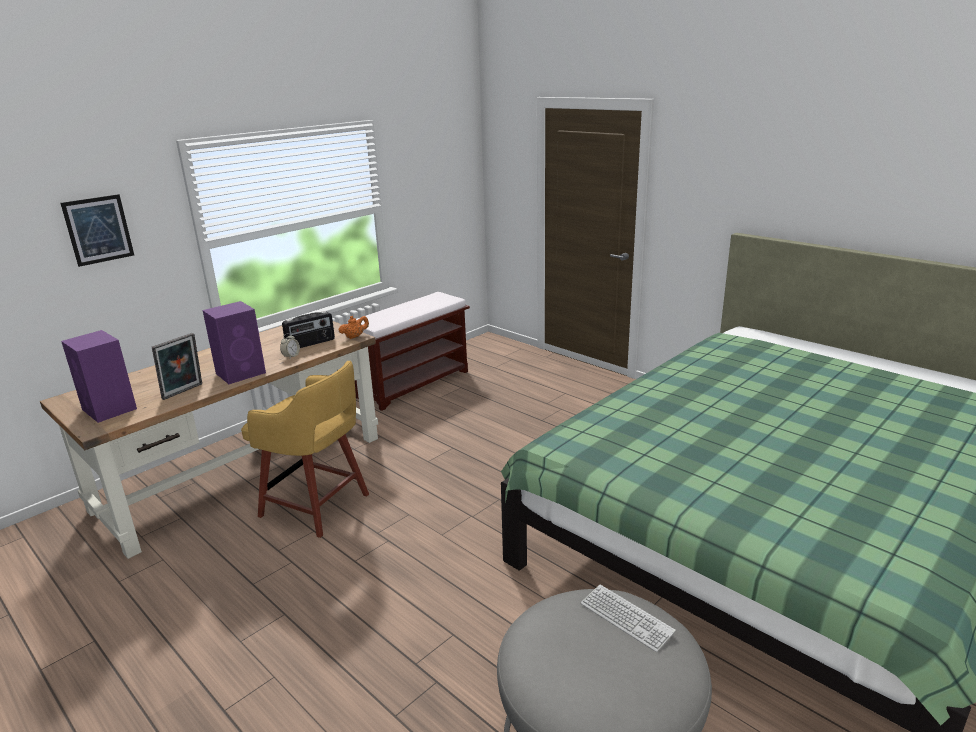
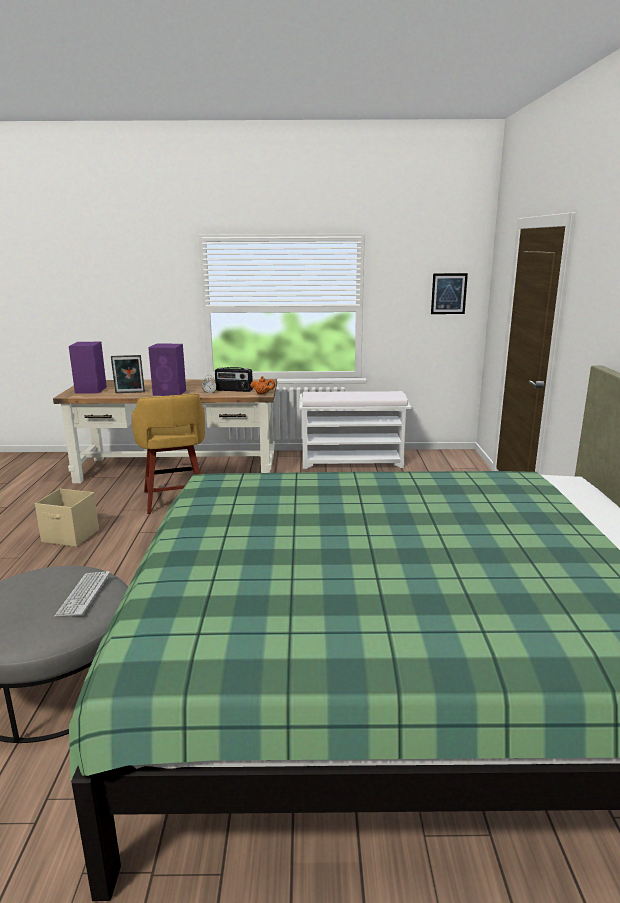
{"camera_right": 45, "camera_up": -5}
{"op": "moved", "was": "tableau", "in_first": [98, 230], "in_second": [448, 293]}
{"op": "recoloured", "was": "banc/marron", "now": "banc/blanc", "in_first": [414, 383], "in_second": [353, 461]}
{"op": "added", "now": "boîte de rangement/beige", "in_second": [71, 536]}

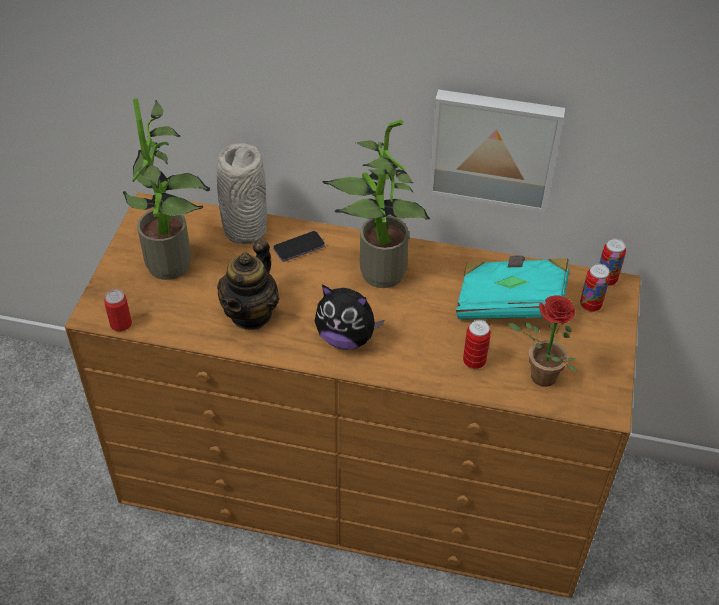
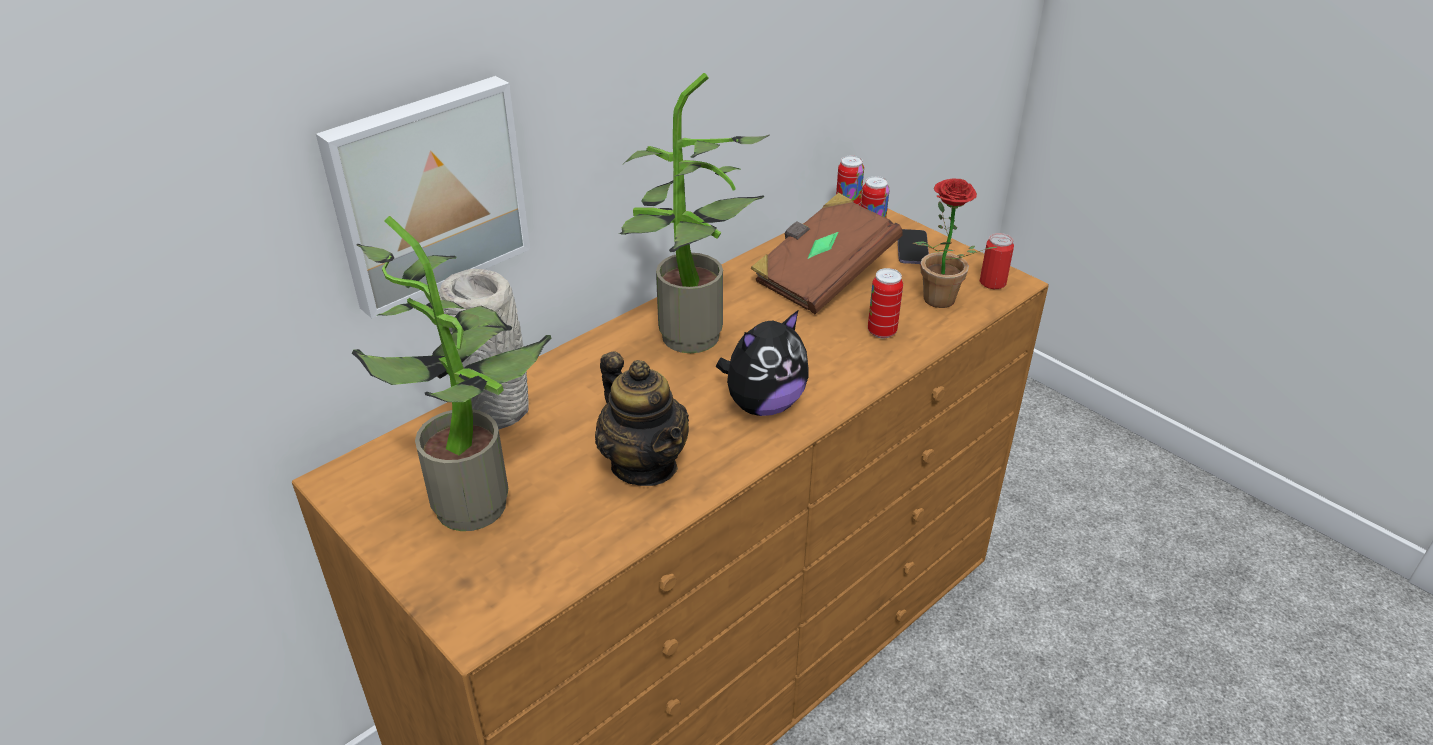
{"camera_right": -55, "camera_up": -10}
{"op": "moved", "was": "tableau", "in_first": [494, 147], "in_second": [427, 193]}
{"op": "moved", "was": "téléphone", "in_first": [299, 247], "in_second": [912, 249]}
{"op": "recoloured", "was": "livre/turquoise", "now": "livre/marron", "in_first": [510, 303], "in_second": [822, 276]}
{"op": "moved", "was": "boîte métallique", "in_first": [121, 324], "in_second": [992, 282]}

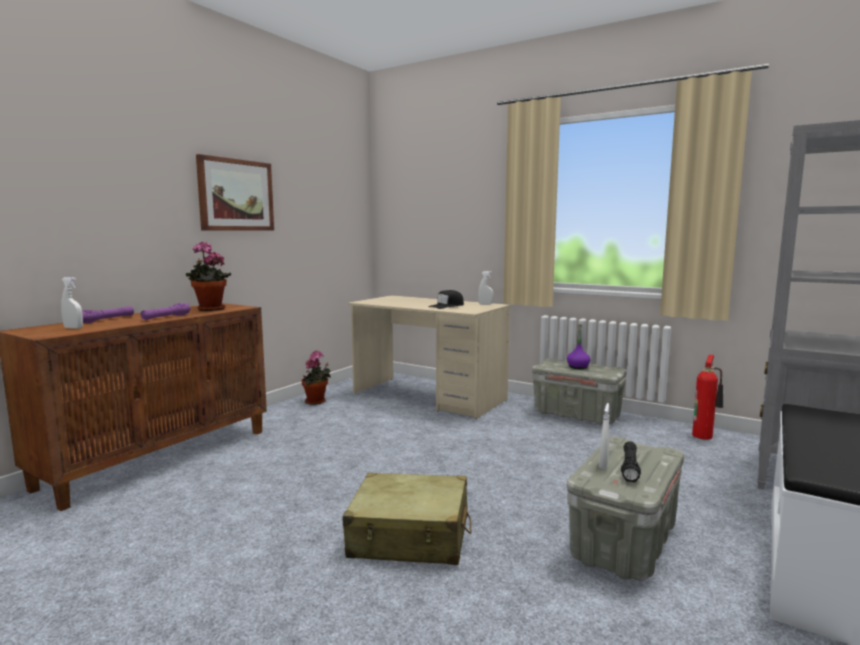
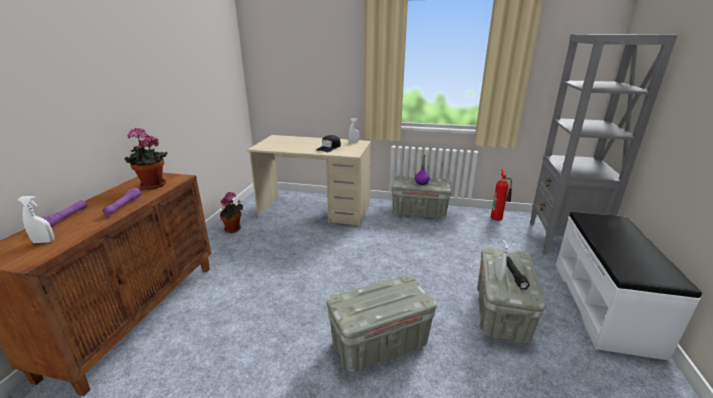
{"camera_right": -20, "camera_up": 15}
{"op": "removed", "was": "tableau", "in_first": [236, 195]}
{"op": "replaced", "was": "valise/beige", "now": "boîte de rangement/gris", "in_first": [410, 536], "in_second": [380, 343]}

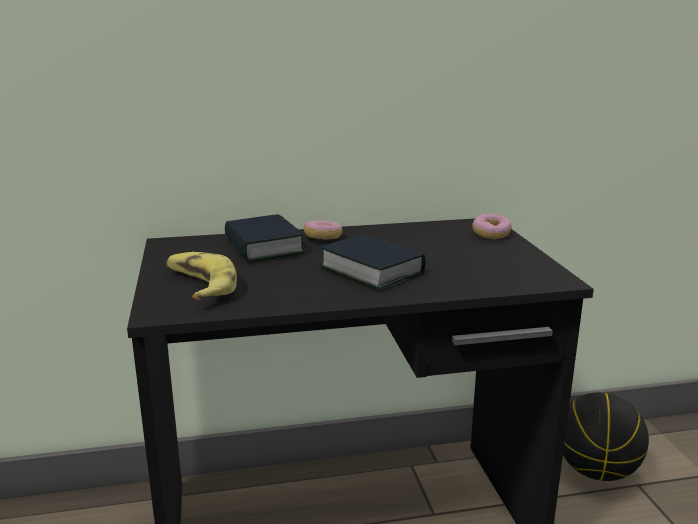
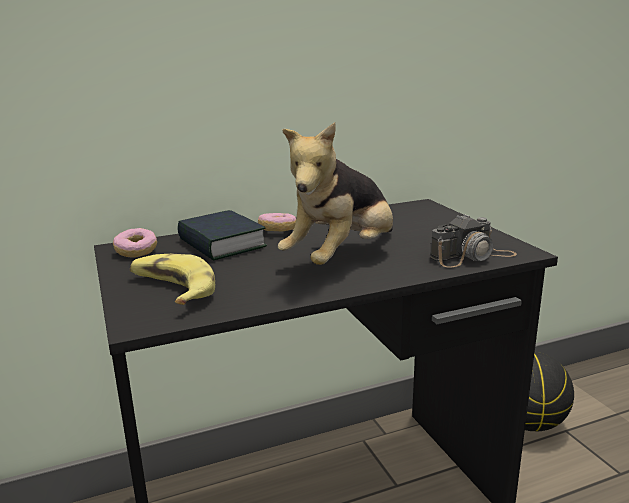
{"camera_right": -10, "camera_up": 0}
{"op": "moved", "was": "beignet", "in_first": [491, 234], "in_second": [136, 252]}
{"op": "replaced", "was": "livre", "now": "peluche", "in_first": [372, 271], "in_second": [342, 258]}
{"op": "added", "now": "appareil photo", "in_second": [473, 256]}

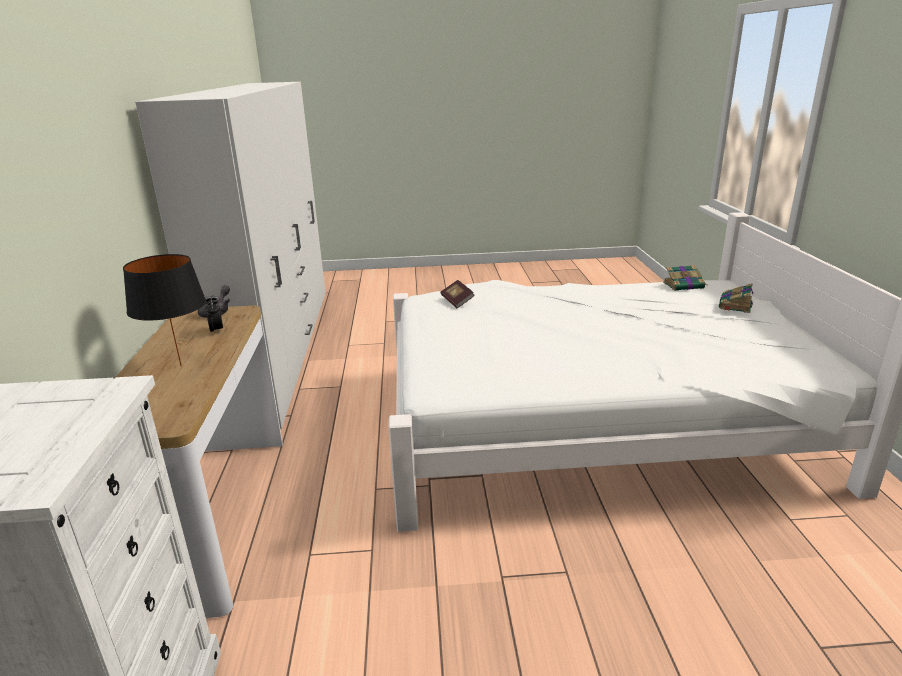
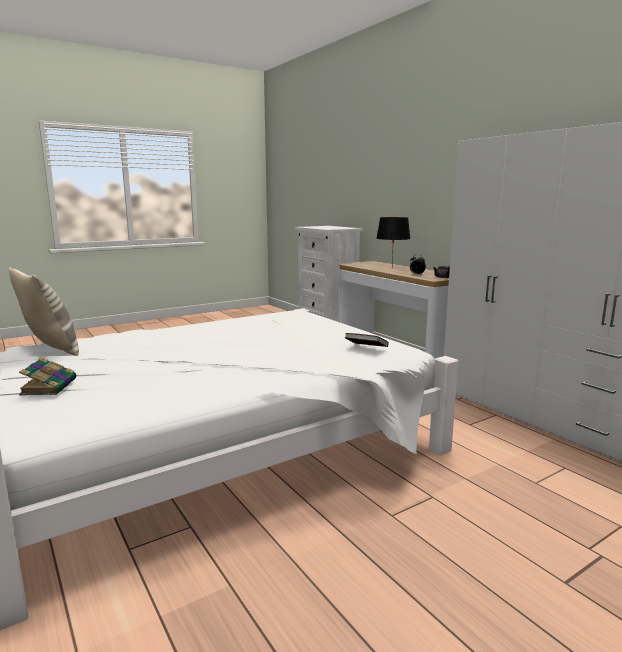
{"camera_right": 150, "camera_up": -10}
{"op": "removed", "was": "livre", "in_first": [684, 285]}
{"op": "added", "now": "coussin", "in_second": [51, 349]}

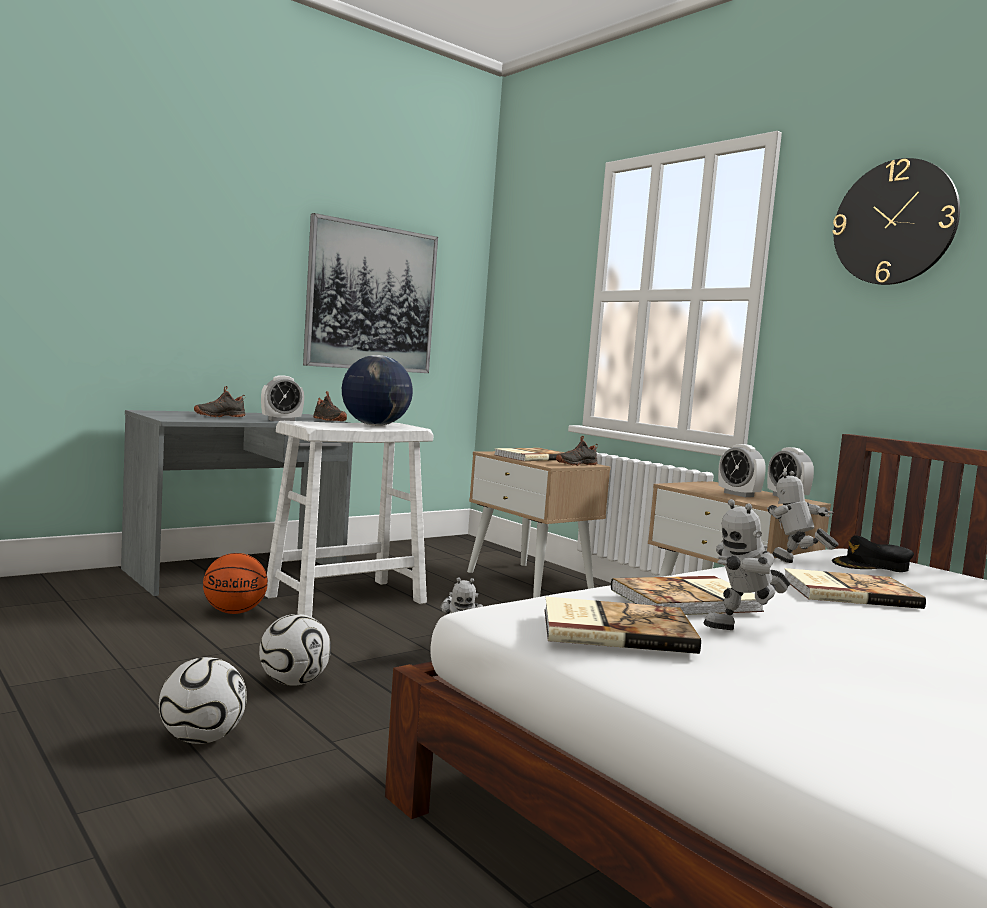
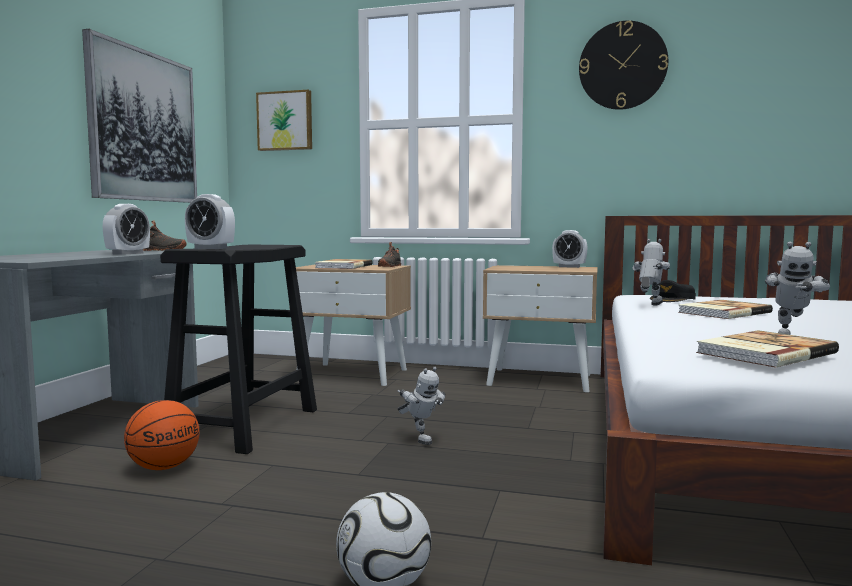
{"camera_right": -35, "camera_up": 0}
{"op": "removed", "was": "globe", "in_first": [375, 425]}
{"op": "removed", "was": "chaussure/noir", "in_first": [219, 416]}
{"op": "recoloured", "was": "tabouret/blanc", "now": "tabouret/noir", "in_first": [344, 599], "in_second": [244, 426]}
{"op": "moved", "was": "réveil", "in_first": [738, 494], "in_second": [210, 248]}
{"op": "turned", "was": "robot jouet", "in_first": [794, 565], "in_second": [649, 305], "clockwise": 105}
{"op": "removed", "was": "livre", "in_first": [688, 601]}
{"op": "removed", "was": "ballon de foot", "in_first": [293, 682]}
{"op": "added", "now": "tableau", "in_second": [285, 121]}

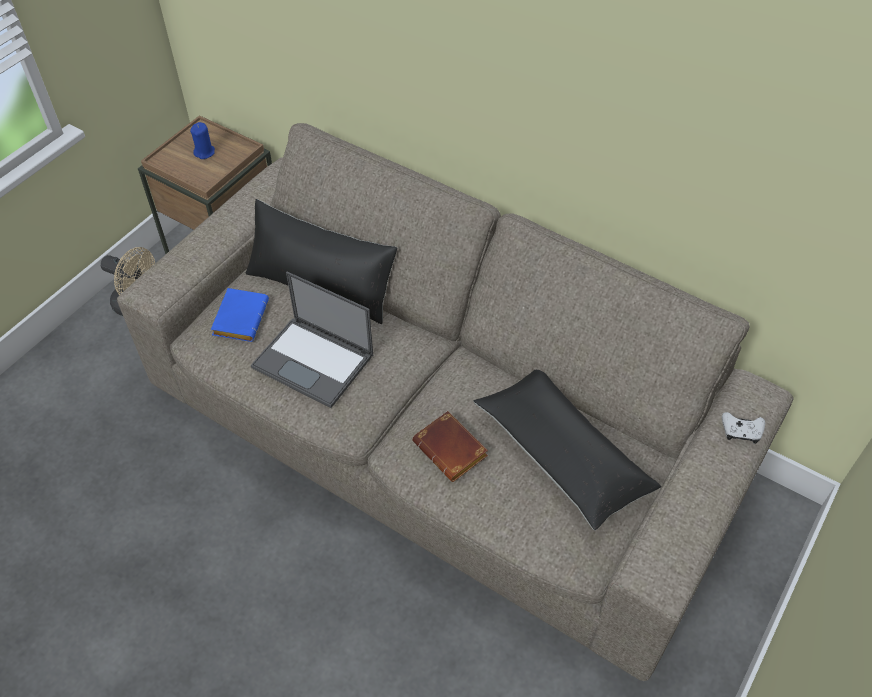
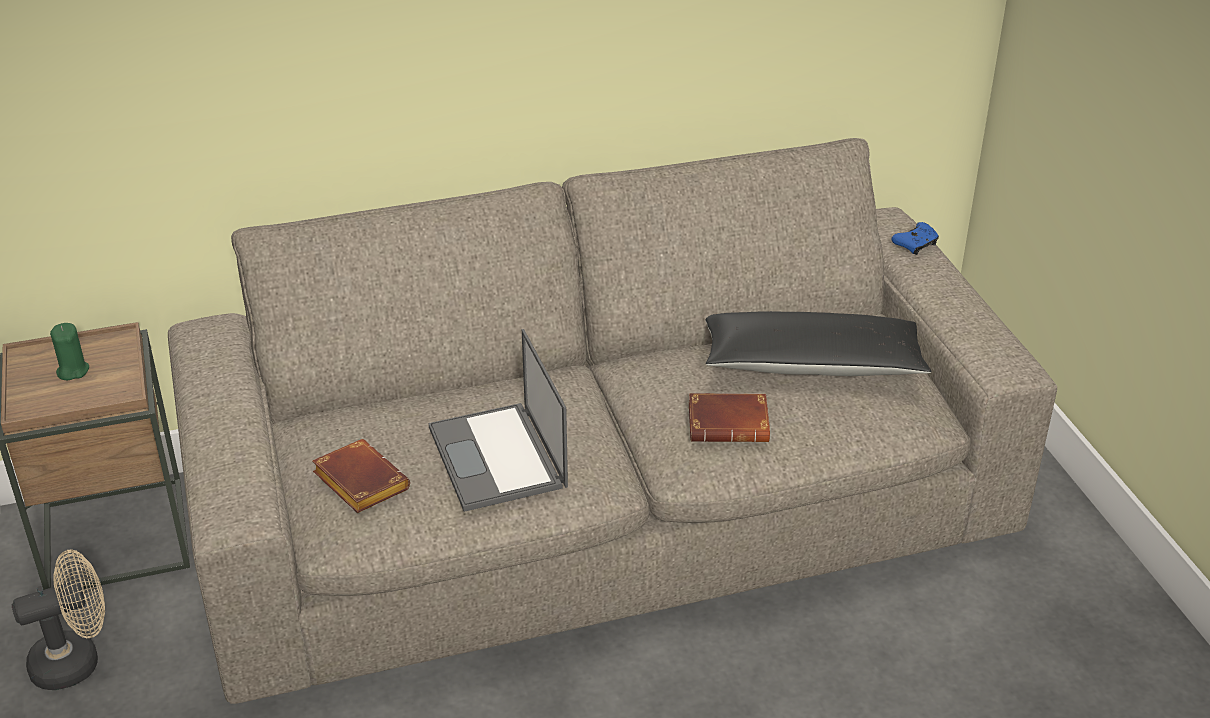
{"camera_right": -50, "camera_up": -15}
{"op": "recoloured", "was": "bougie/bleu", "now": "bougie/vert", "in_first": [204, 152], "in_second": [72, 371]}
{"op": "removed", "was": "coussin/noir", "in_first": [321, 285]}
{"op": "turned", "was": "ordinateur portable", "in_first": [314, 361], "in_second": [498, 458], "clockwise": 90}
{"op": "recoloured", "was": "livre/bleu", "now": "livre/marron", "in_first": [239, 317], "in_second": [357, 482]}
{"op": "recoloured", "was": "manette/blanc", "now": "manette/bleu", "in_first": [741, 432], "in_second": [916, 245]}

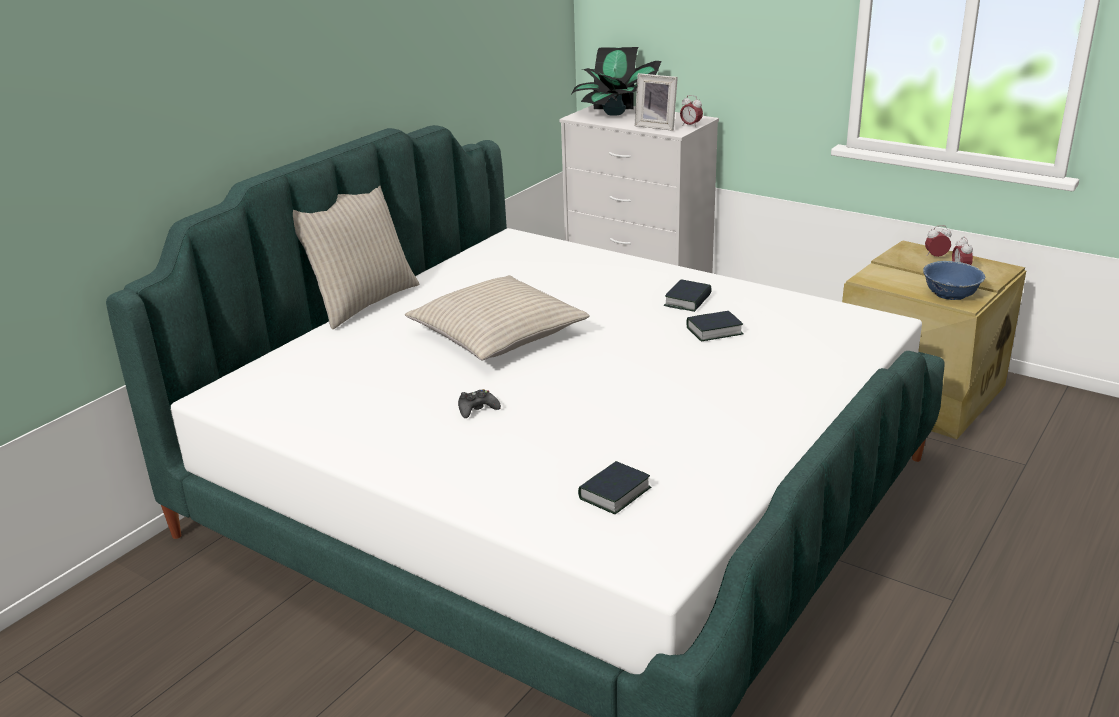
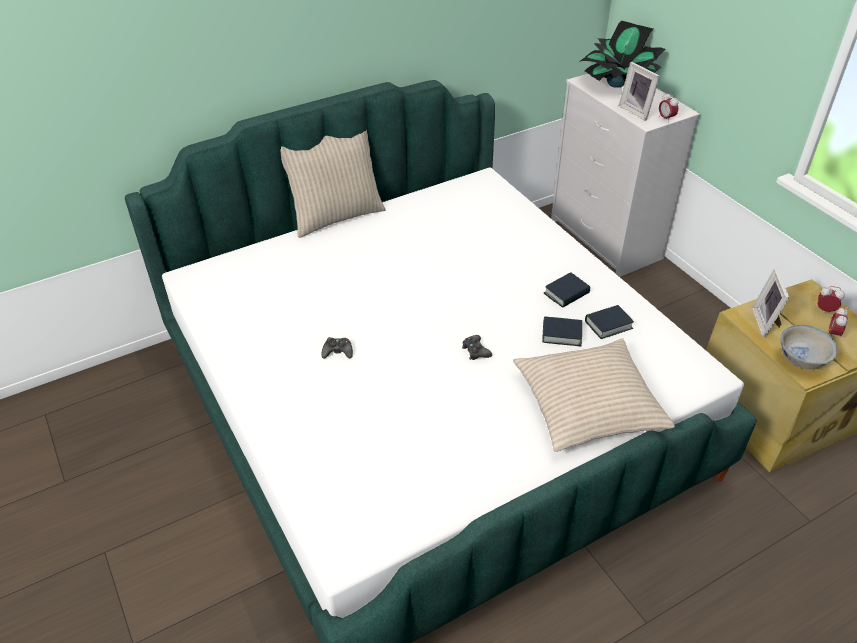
{"camera_right": 25, "camera_up": 15}
{"op": "recoloured", "was": "bol/bleu", "now": "bol/blanc", "in_first": [950, 294], "in_second": [801, 358]}
{"op": "moved", "was": "coussin/beige", "in_first": [498, 334], "in_second": [588, 405]}
{"op": "moved", "was": "livre", "in_first": [614, 493], "in_second": [608, 325]}
{"op": "added", "now": "cadre photo", "in_second": [766, 322]}
{"op": "added", "now": "manette/noir", "in_second": [475, 351]}

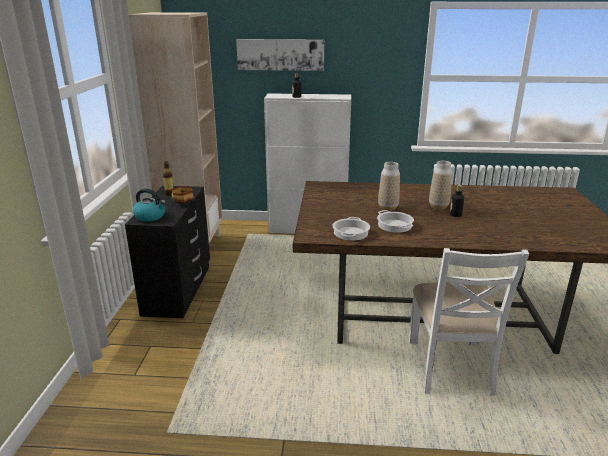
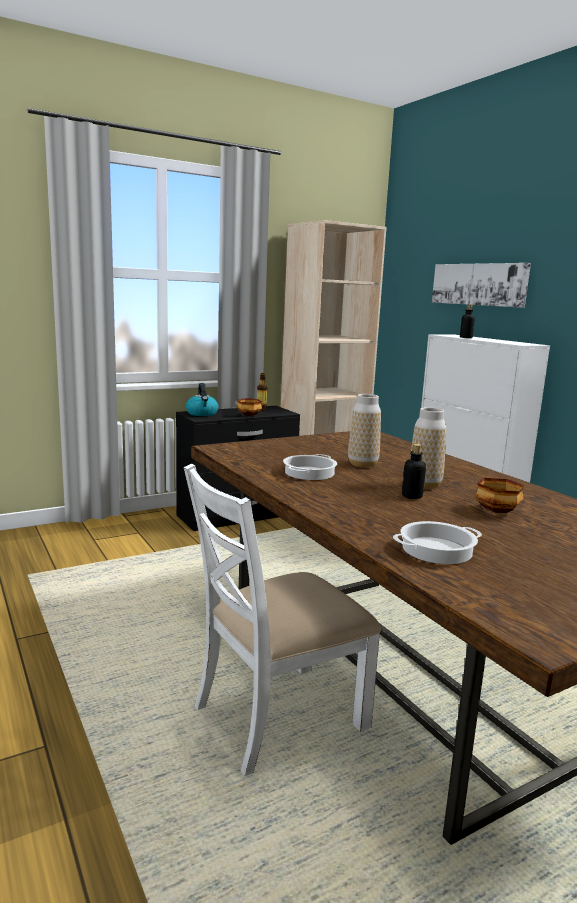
{"camera_right": 55, "camera_up": -10}
{"op": "moved", "was": "marmite", "in_first": [350, 233], "in_second": [437, 549]}
{"op": "added", "now": "bol", "in_second": [495, 510]}

